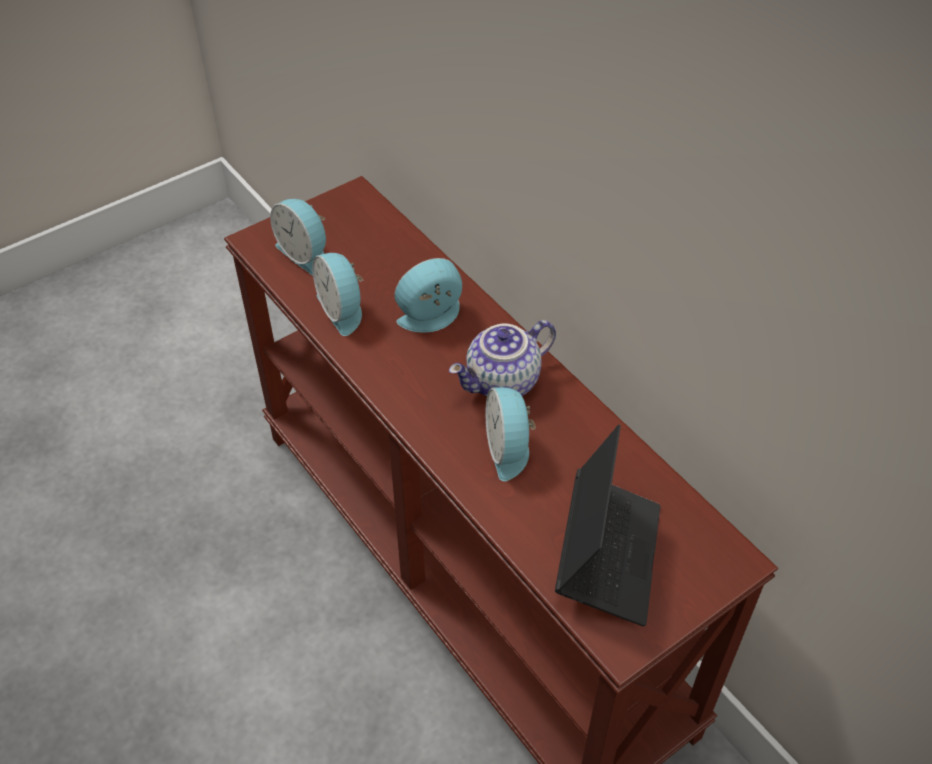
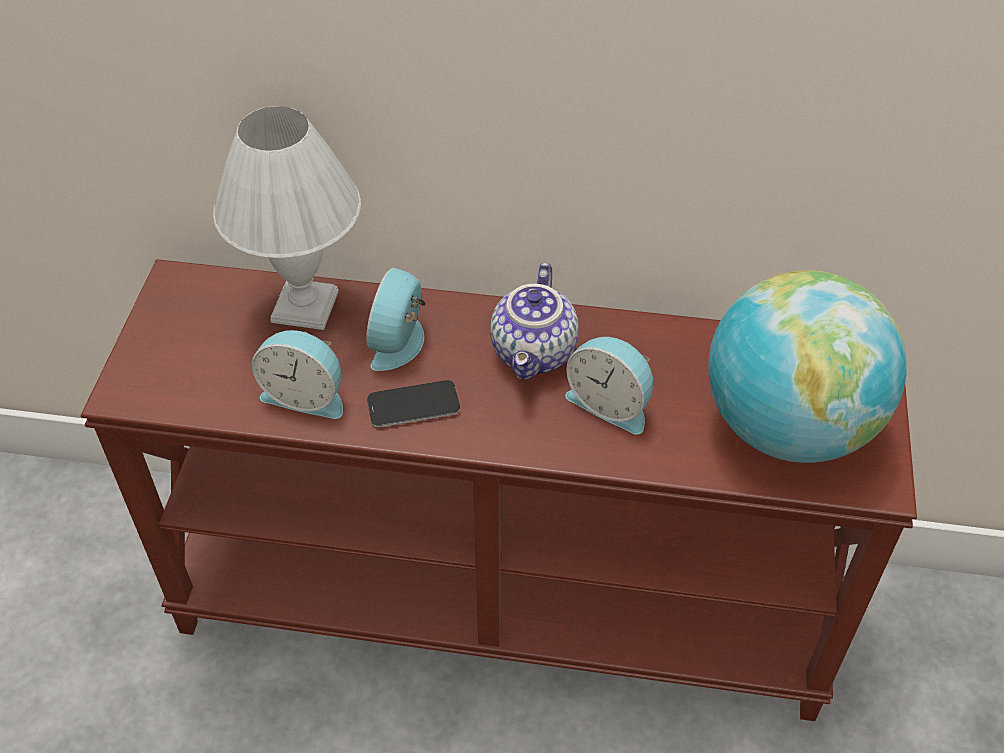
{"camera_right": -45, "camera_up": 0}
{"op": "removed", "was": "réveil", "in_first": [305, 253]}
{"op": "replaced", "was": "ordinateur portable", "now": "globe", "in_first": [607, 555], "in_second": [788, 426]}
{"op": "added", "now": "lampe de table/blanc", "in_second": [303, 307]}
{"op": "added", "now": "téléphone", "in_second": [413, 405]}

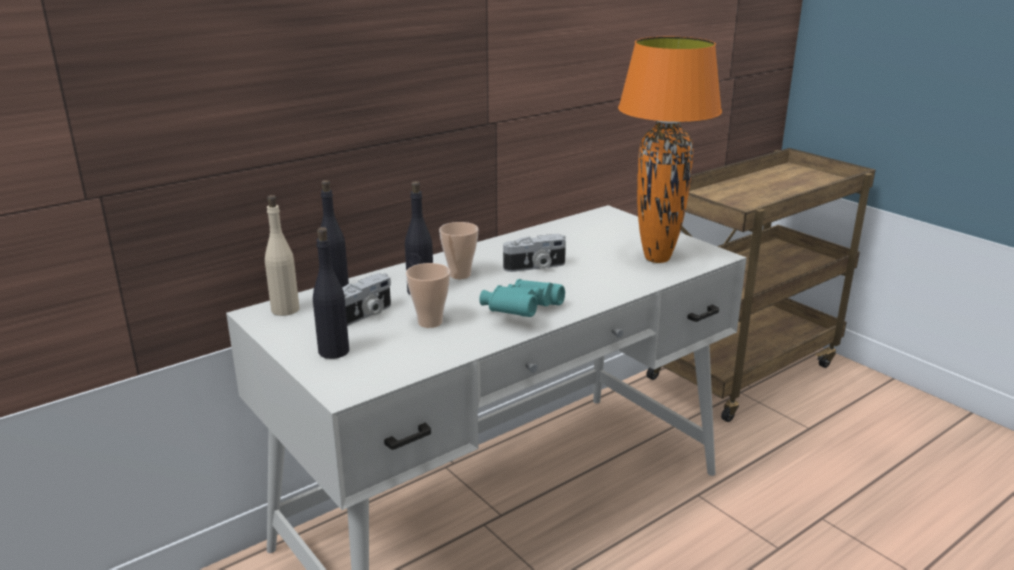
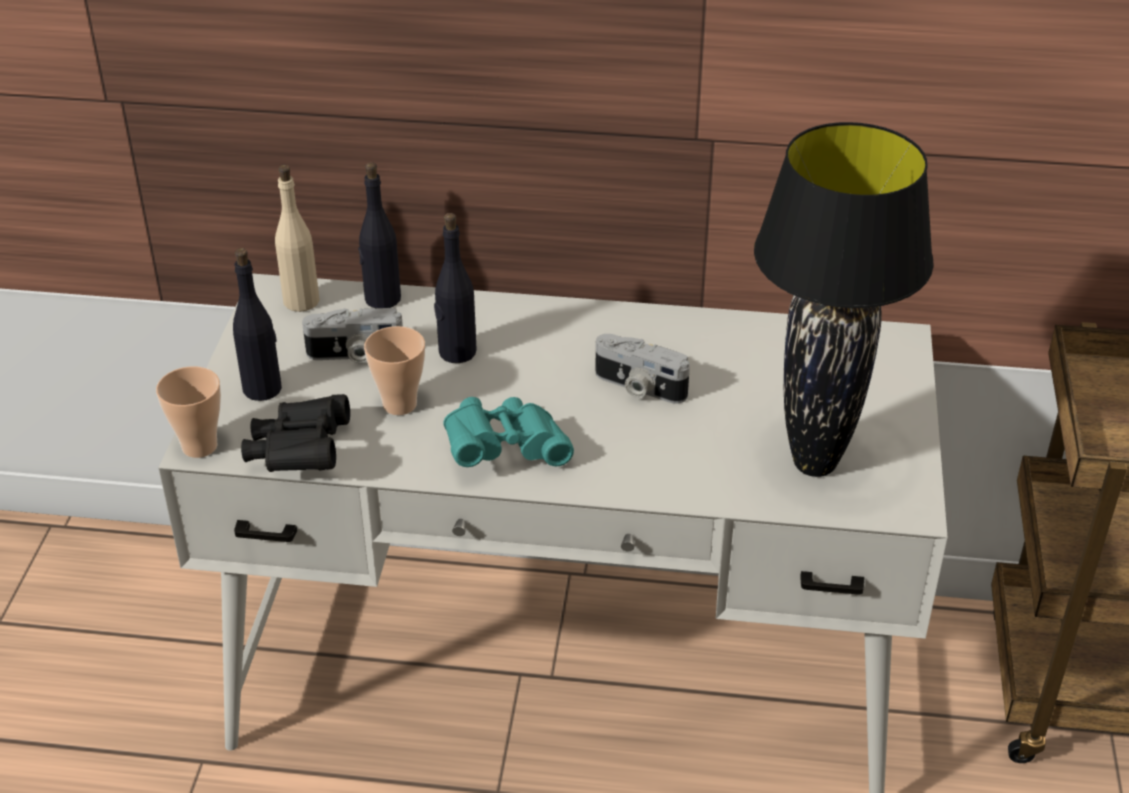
{"camera_right": 45, "camera_up": 15}
{"op": "recoloured", "was": "lampe de table/orange", "now": "lampe de table/noir", "in_first": [658, 258], "in_second": [816, 464]}
{"op": "moved", "was": "tasse", "in_first": [460, 274], "in_second": [199, 446]}
{"op": "added", "now": "jumelles/noir", "in_second": [300, 453]}

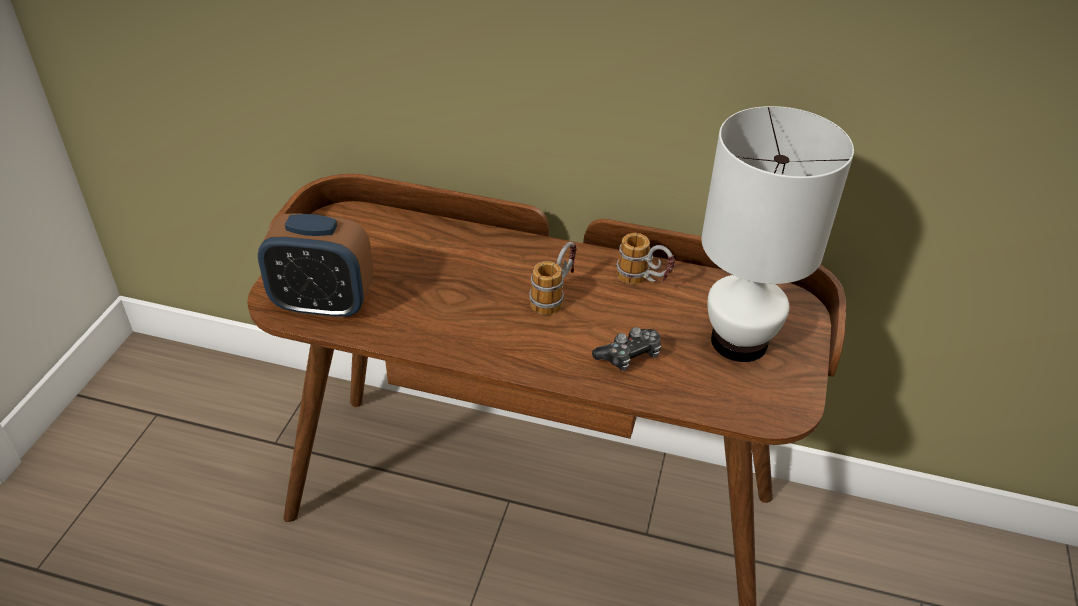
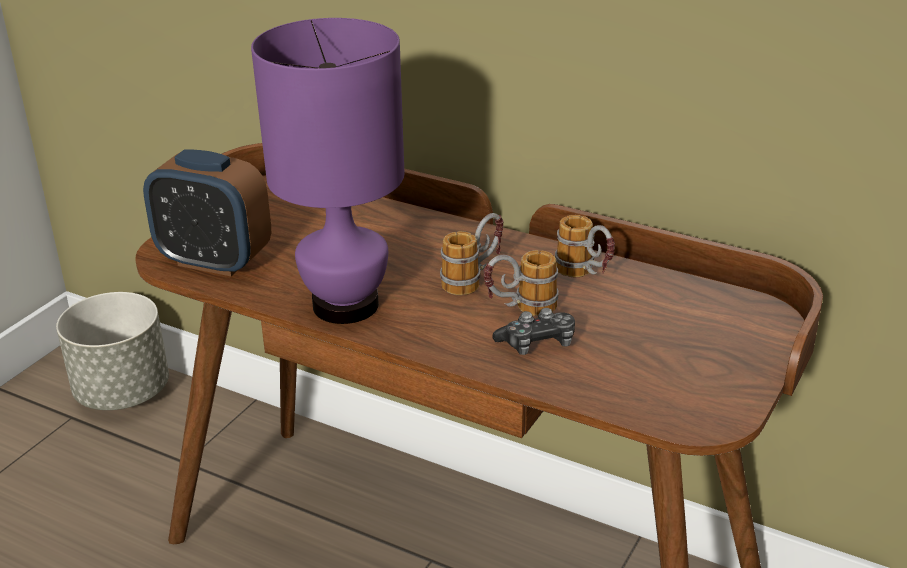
{"camera_right": 15, "camera_up": -10}
{"op": "removed", "was": "lampe de table/blanc", "in_first": [739, 343]}
{"op": "added", "now": "lampe de table/violet", "in_second": [346, 306]}
{"op": "added", "now": "mug", "in_second": [520, 310]}
{"op": "added", "now": "cache-pot/gris", "in_second": [123, 392]}

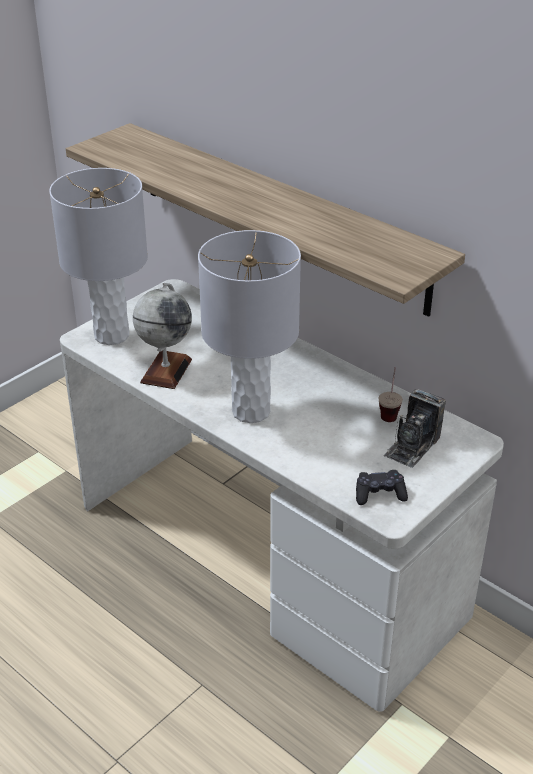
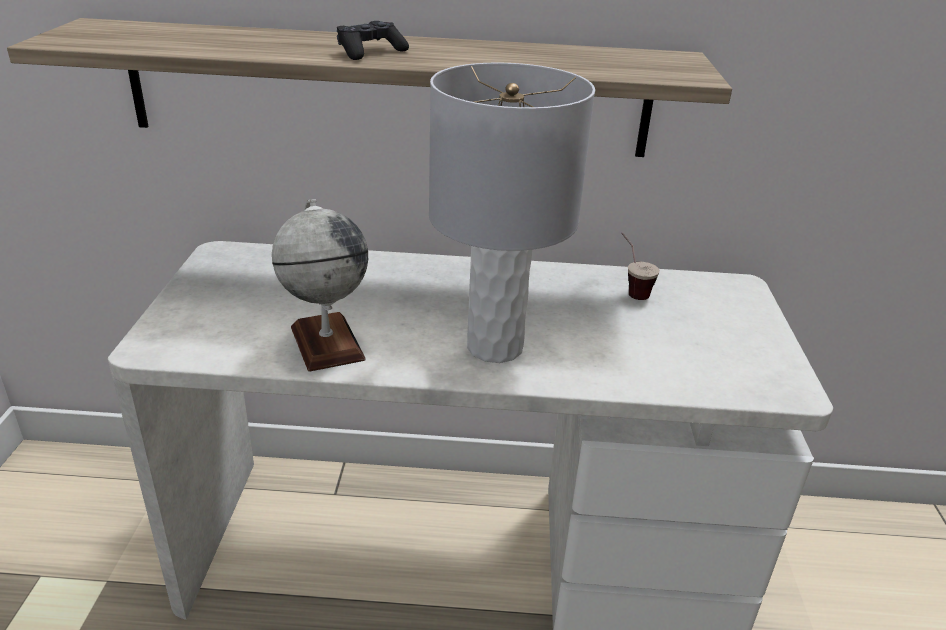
{"camera_right": -40, "camera_up": -5}
{"op": "removed", "was": "lampe de table/gris", "in_first": [111, 336]}
{"op": "removed", "was": "appareil photo", "in_first": [412, 446]}
{"op": "moved", "was": "manette/noir", "in_first": [379, 494], "in_second": [370, 52]}

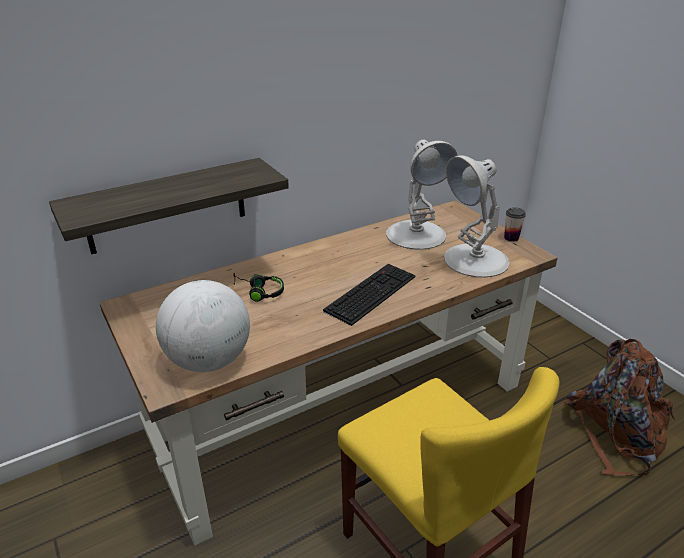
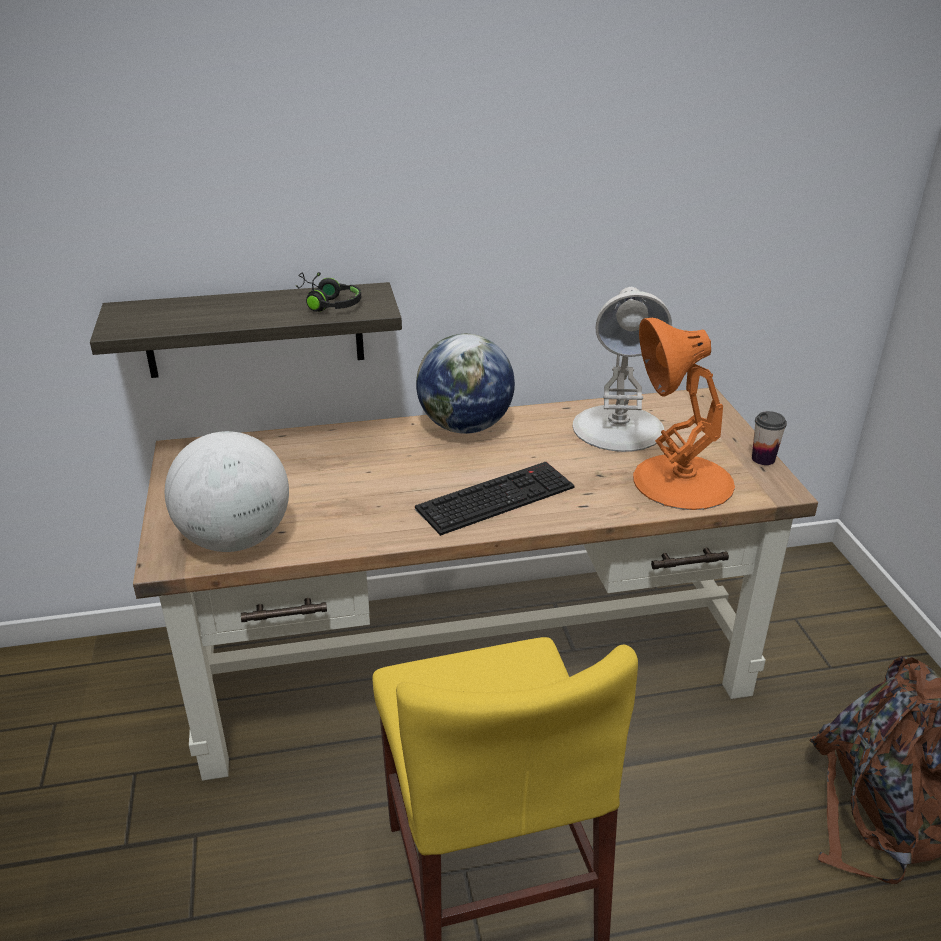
{"camera_right": 20, "camera_up": 0}
{"op": "recoloured", "was": "lampe de table/blanc", "now": "lampe de table/orange", "in_first": [475, 260], "in_second": [681, 481]}
{"op": "moved", "was": "casque audio/noir", "in_first": [259, 292], "in_second": [327, 303]}
{"op": "added", "now": "globe", "in_second": [465, 427]}

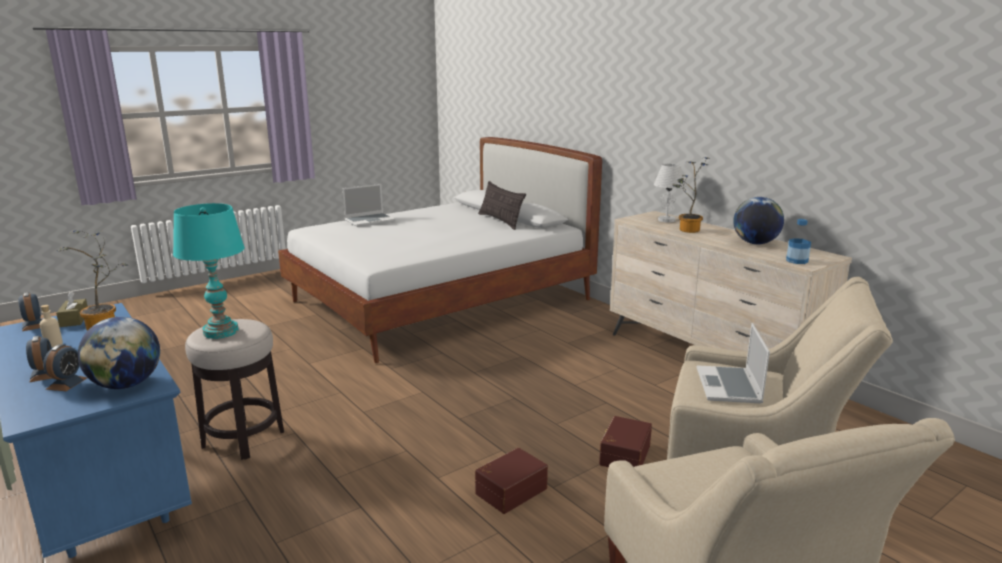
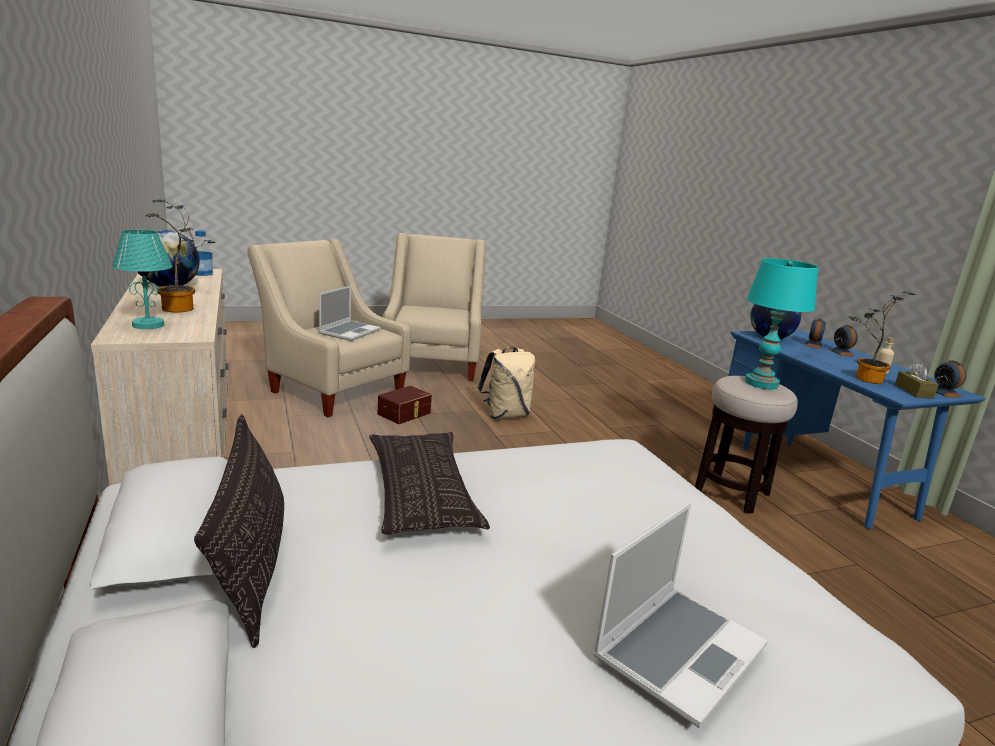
{"camera_right": -165, "camera_up": 0}
{"op": "recoloured", "was": "lampe de table/blanc", "now": "lampe de table/turquoise", "in_first": [666, 220], "in_second": [147, 325]}
{"op": "turned", "was": "ordinateur portable", "in_first": [370, 221], "in_second": [679, 651], "clockwise": 150}
{"op": "replaced", "was": "boîte de rangement/marron", "now": "sac à dos/beige", "in_first": [510, 490], "in_second": [505, 415]}
{"op": "added", "now": "coussin", "in_second": [421, 491]}

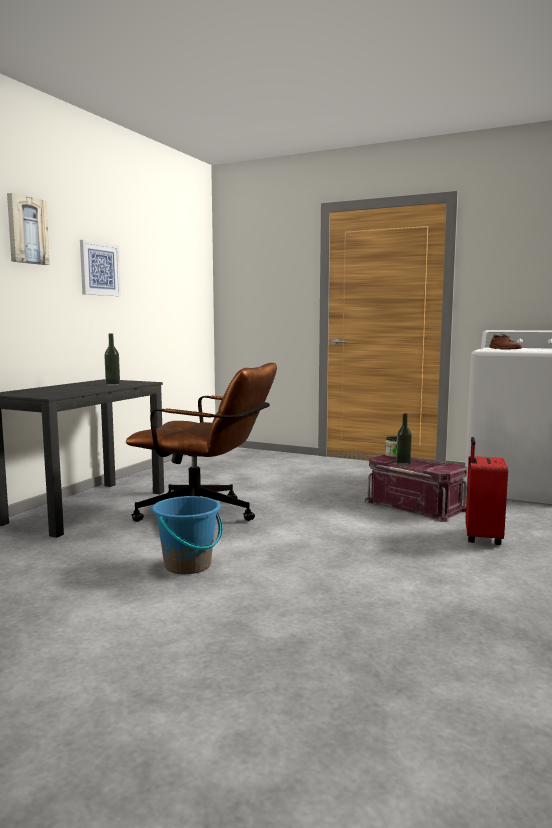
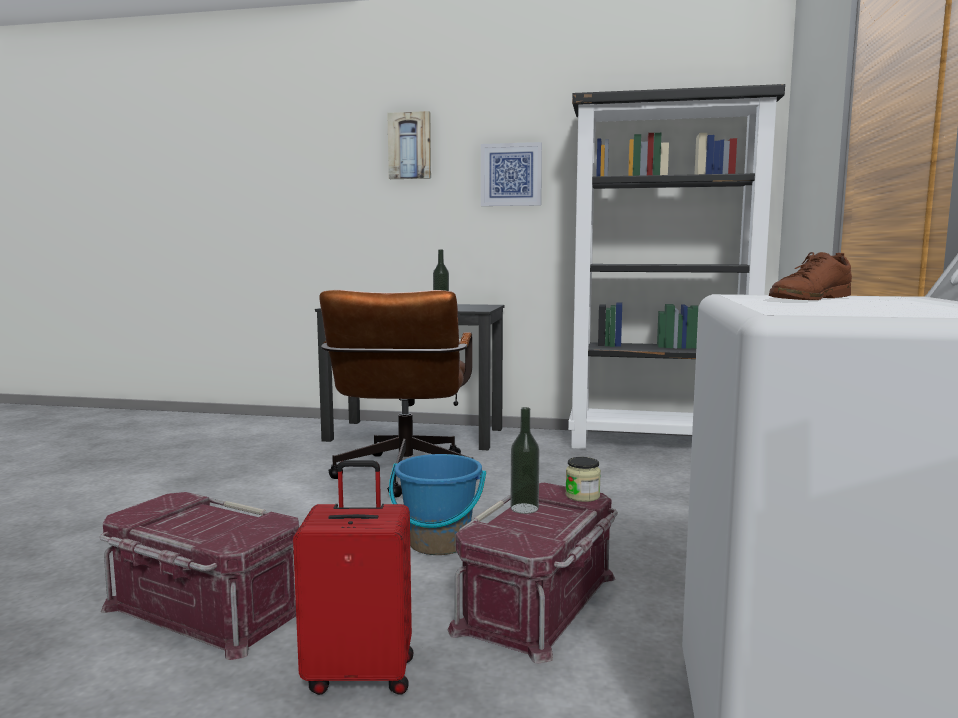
{"camera_right": 75, "camera_up": 0}
{"op": "moved", "was": "seau/bleu", "in_first": [188, 565], "in_second": [438, 543]}
{"op": "added", "now": "bibliothèque/noir", "in_second": [660, 444]}
{"op": "added", "now": "boîte de rangement/rouge", "in_second": [204, 610]}

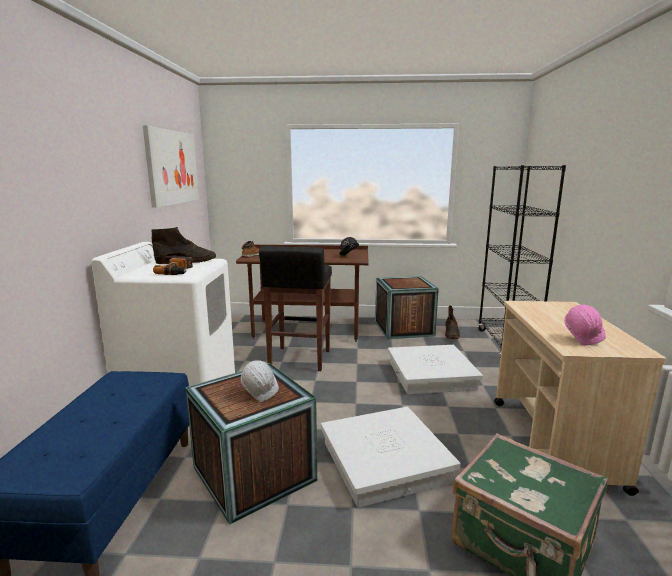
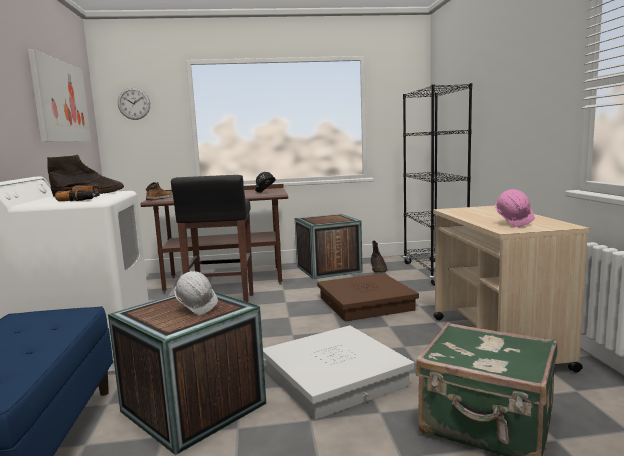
{"camera_right": -10, "camera_up": -5}
{"op": "recoloured", "was": "boîte de rangement/blanc", "now": "boîte de rangement/marron", "in_first": [431, 375], "in_second": [366, 303]}
{"op": "added", "now": "horloge murale", "in_second": [134, 103]}

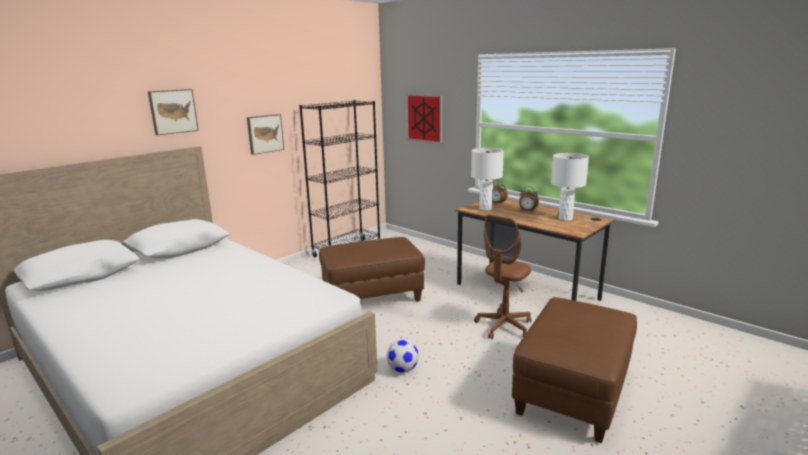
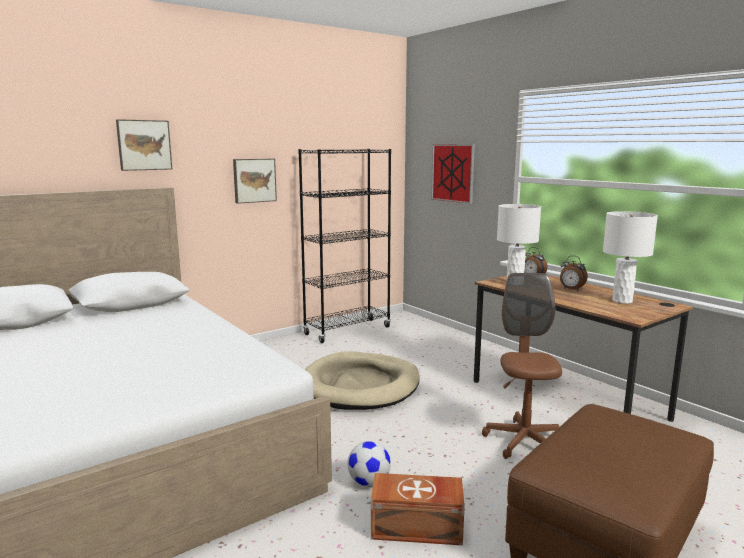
{"camera_right": 10, "camera_up": -5}
{"op": "turned", "was": "chaise de bureau/marron", "in_first": [504, 326], "in_second": [523, 441], "clockwise": 135}
{"op": "replaced", "was": "pouf/marron", "now": "panier pour chien/beige", "in_first": [372, 296], "in_second": [360, 386]}
{"op": "added", "now": "boîte de rangement/marron", "in_second": [418, 528]}

